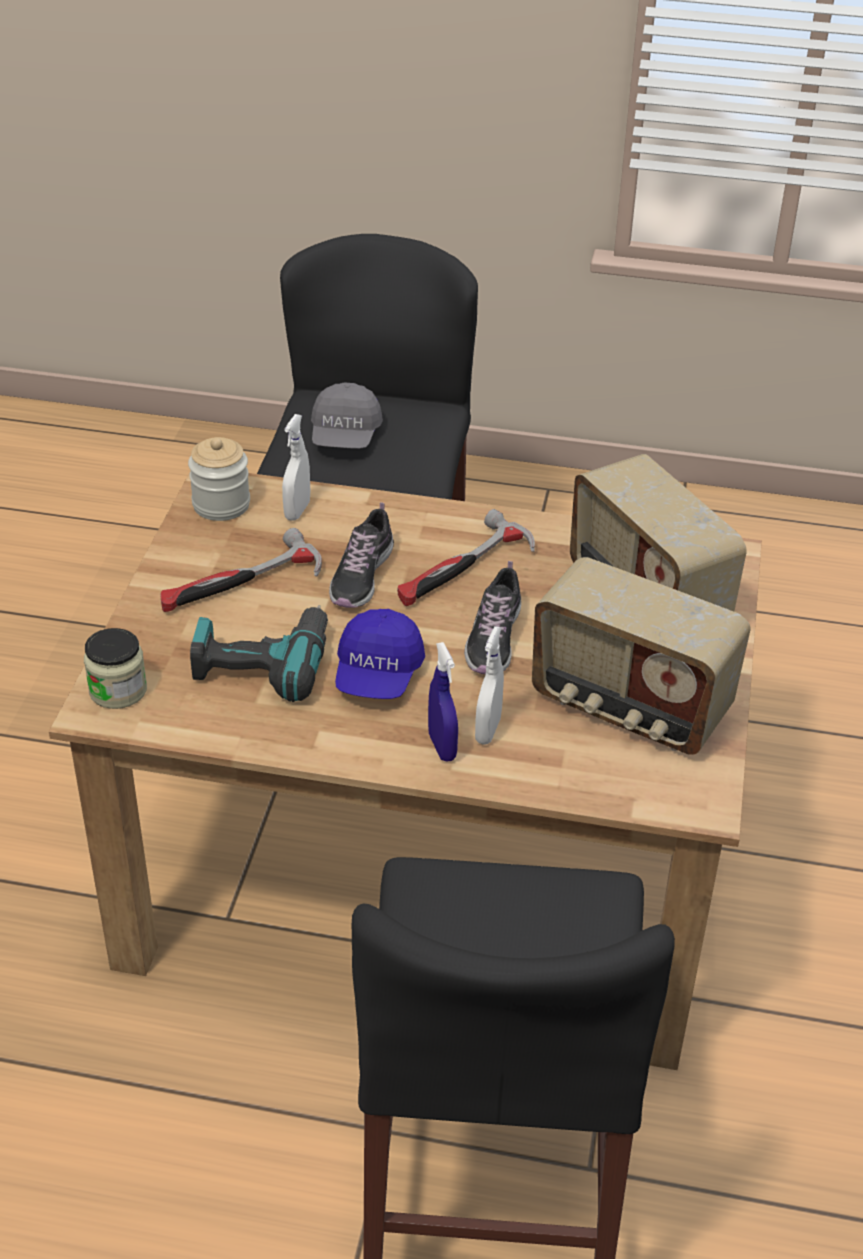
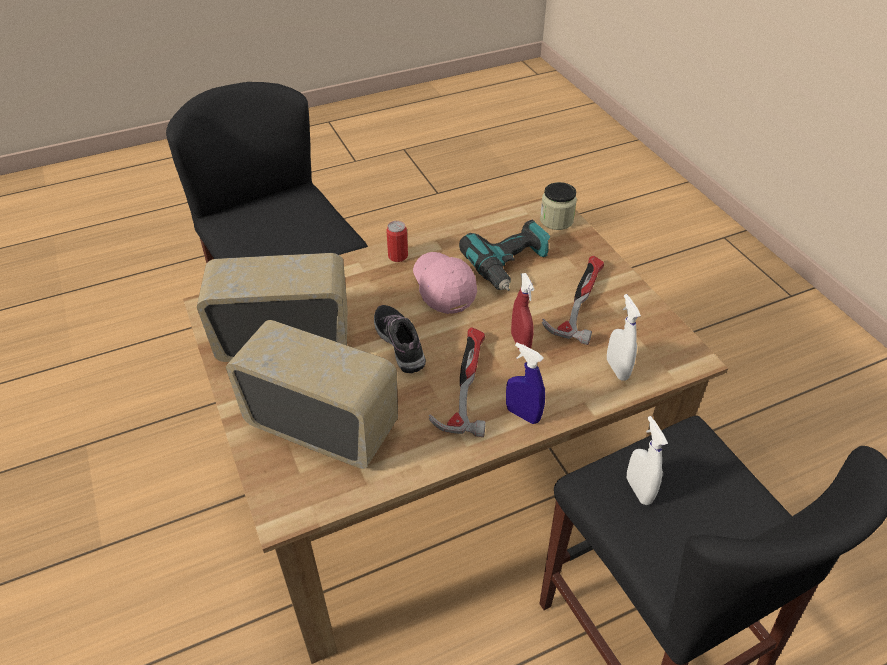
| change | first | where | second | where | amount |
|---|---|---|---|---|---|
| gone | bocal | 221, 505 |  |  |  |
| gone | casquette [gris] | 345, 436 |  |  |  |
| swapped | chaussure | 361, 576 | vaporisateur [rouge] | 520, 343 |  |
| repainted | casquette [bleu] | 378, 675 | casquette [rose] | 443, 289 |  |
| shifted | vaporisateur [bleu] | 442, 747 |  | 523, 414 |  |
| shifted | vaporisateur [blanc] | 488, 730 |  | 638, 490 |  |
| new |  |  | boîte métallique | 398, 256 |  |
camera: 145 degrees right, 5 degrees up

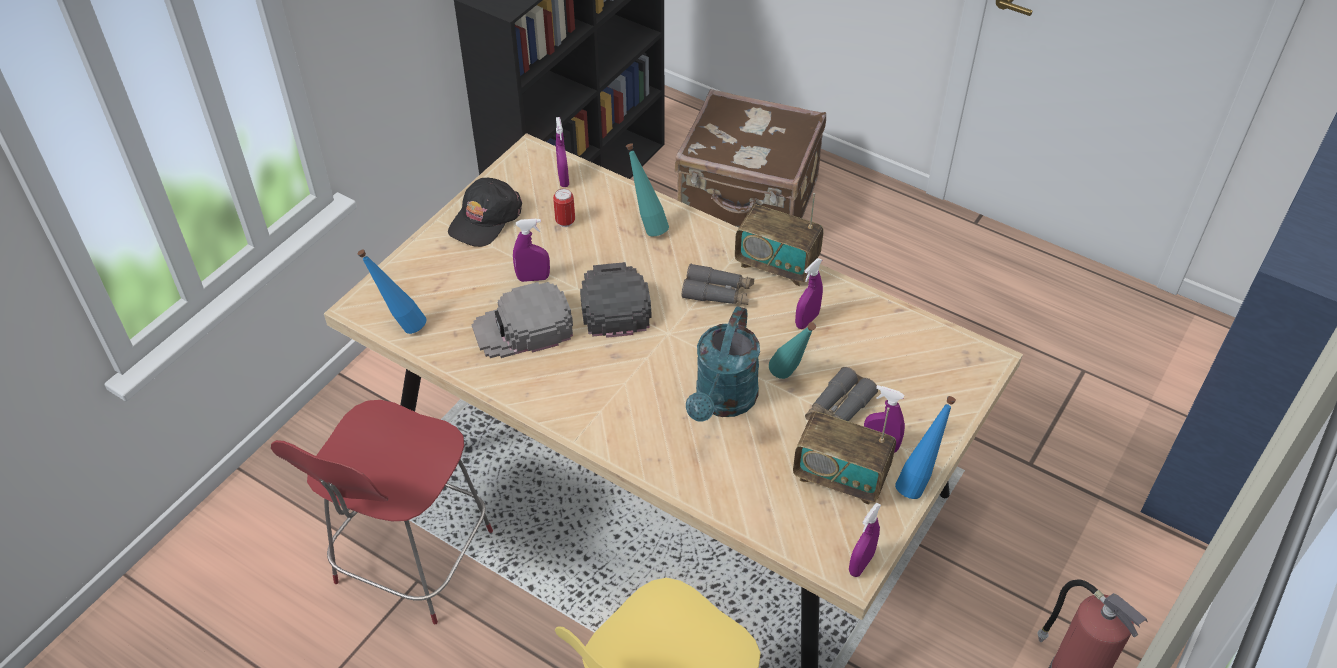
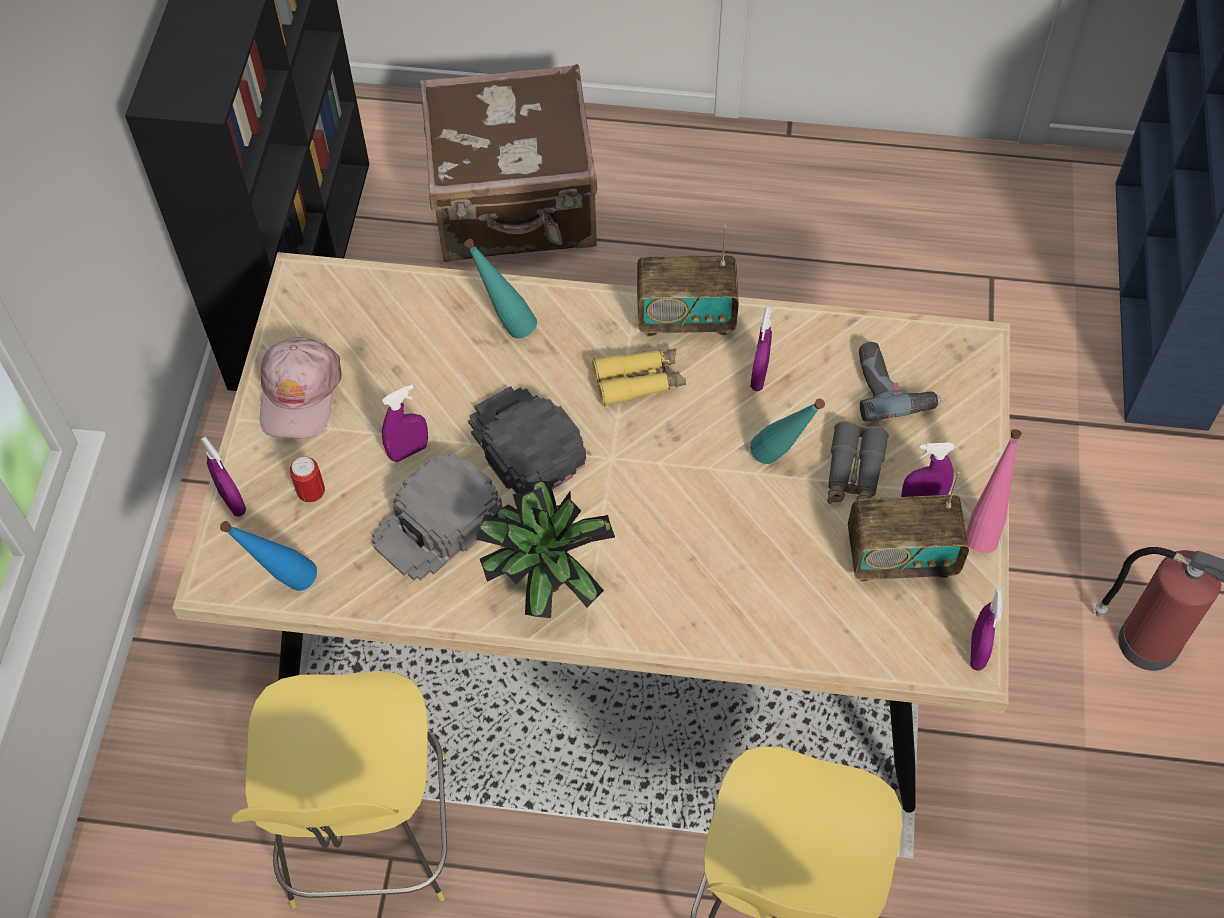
| change | first | where | second | where | amount |
|---|---|---|---|---|---|
| repainted | tabouret [rouge] | 411, 561 | tabouret [jaune] | 369, 838 |  |
| repainted | casquette [noir] | 485, 219 | casquette [rose] | 299, 394 |  |
| shifted | boîte métallique | 565, 221 |  | 311, 493 |  |
| shifted | vaporisateur [violet] | 563, 179 |  | 232, 502 |  |
| repainted | jumelles [gris] | 718, 293 | jumelles [jaune] | 639, 381 |  |
| gone | arrosoir [turquoise] | 723, 402 |  |  |  |
| repainted | bouteille [bleu] | 917, 482 | bouteille [rose] | 983, 528 |  |
| new |  |  | plante en pot | 545, 580 |  |
| new |  |  | perceuse | 892, 386 |  |
camera: 25 degrees left, 10 degrees up

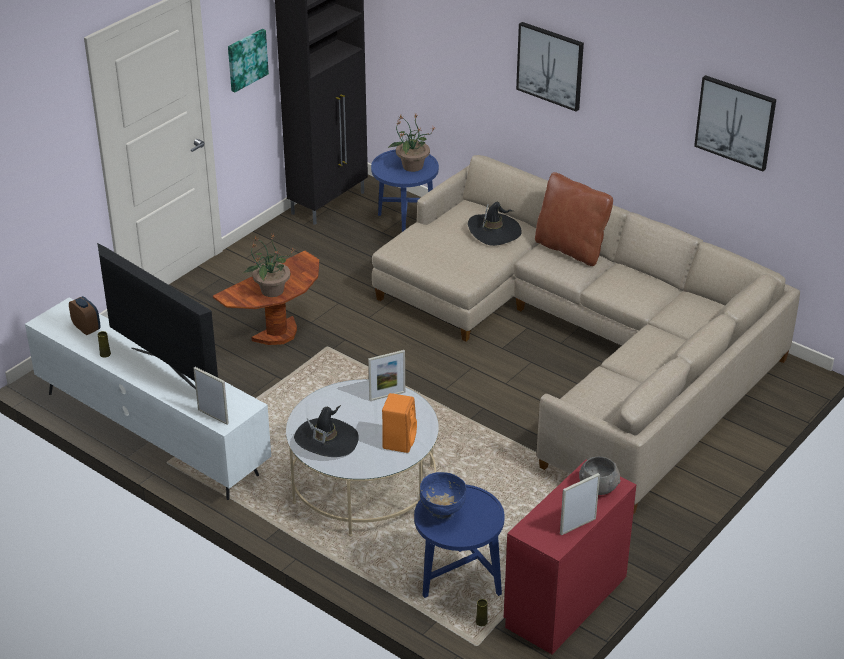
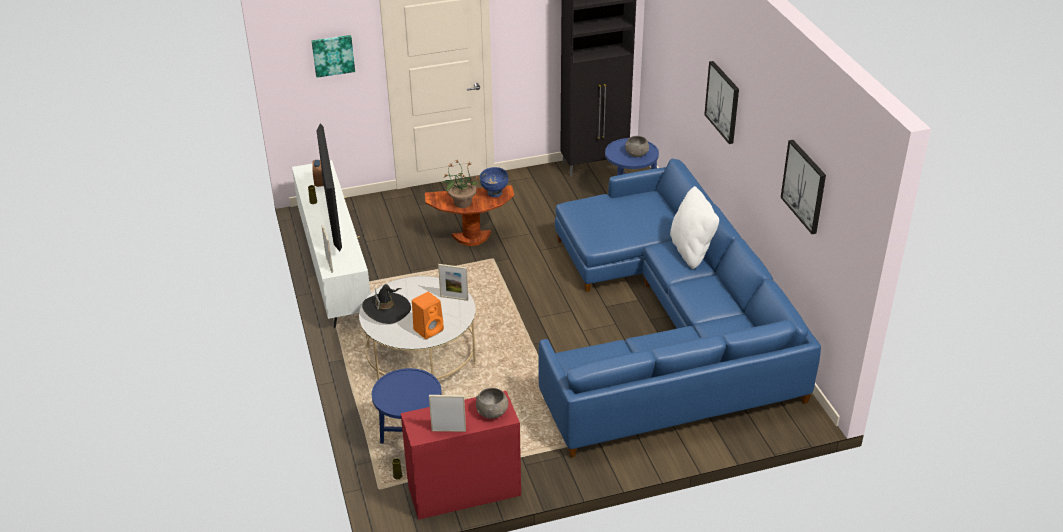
| change | first | where | second | where | amount |
|---|---|---|---|---|---|
| shifted | tableau | 246, 59 |  | 333, 55 |  |
| repainted | canapé [beige] | 585, 344 | canapé [bleu] | 667, 327 |  |
| swapped | plante en pot | 412, 166 | bol [gris] | 636, 154 |  |
| shifted | bol [bleu] | 442, 514 |  | 494, 193 |  |
| gone | chapeau [noir] | 494, 231 |  |  |  |
| repainted | coussin [marron] | 571, 249 | coussin [blanc] | 691, 251 |  |
camera: 35 degrees right, 0 degrees up

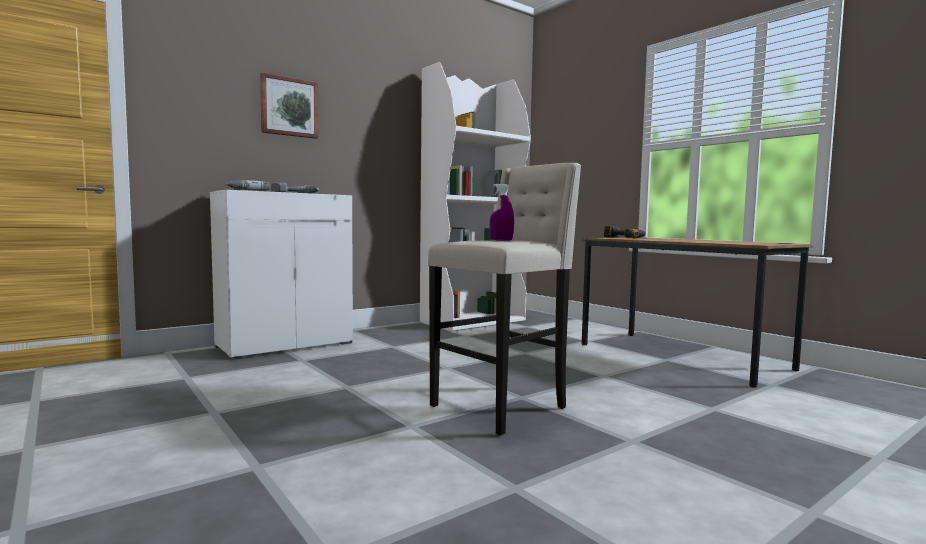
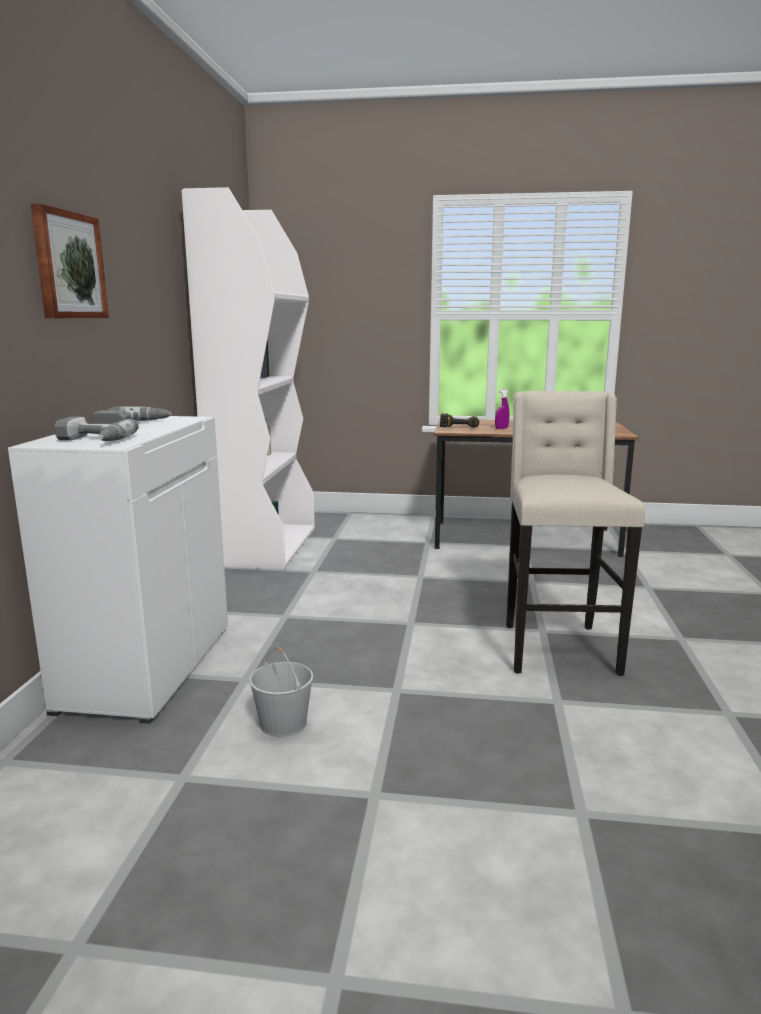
| change | first | where | second | where | amount |
|---|---|---|---|---|---|
| shifted | vaporisateur [violet] | 501, 240 |  | 501, 428 |  |
| new |  |  | seau [blanc] | 282, 723 |  |
camera: 45 degrees left, 10 degrees up

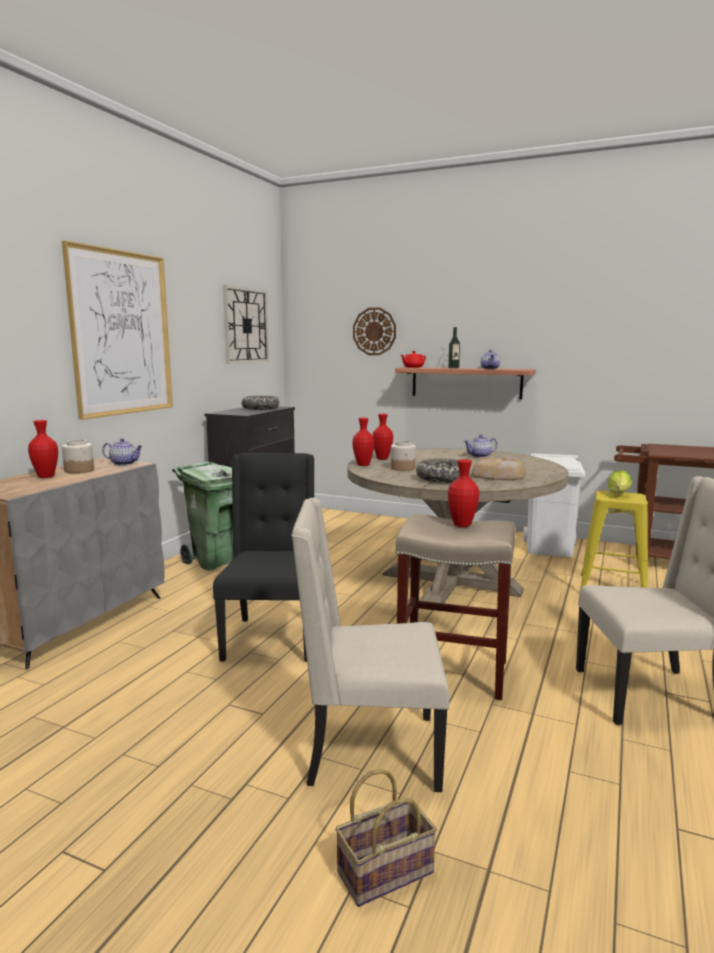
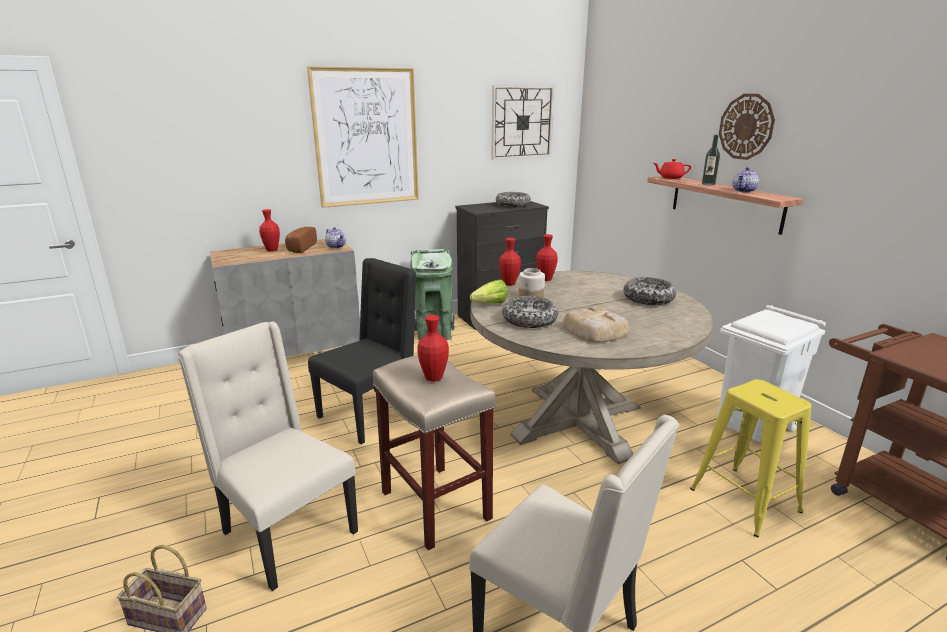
| change | first | where | second | where | amount |
|---|---|---|---|---|---|
| swapped | bocal | 79, 470 | pain | 300, 248 |  |
| shifted | horloge murale | 374, 331 |  | 746, 127 |  |
| swapped | théière | 480, 456 | bol | 648, 299 |  |
| shifted | laitue | 618, 495 |  | 487, 305 |  |
camera: 40 degrees right, 10 degrees up

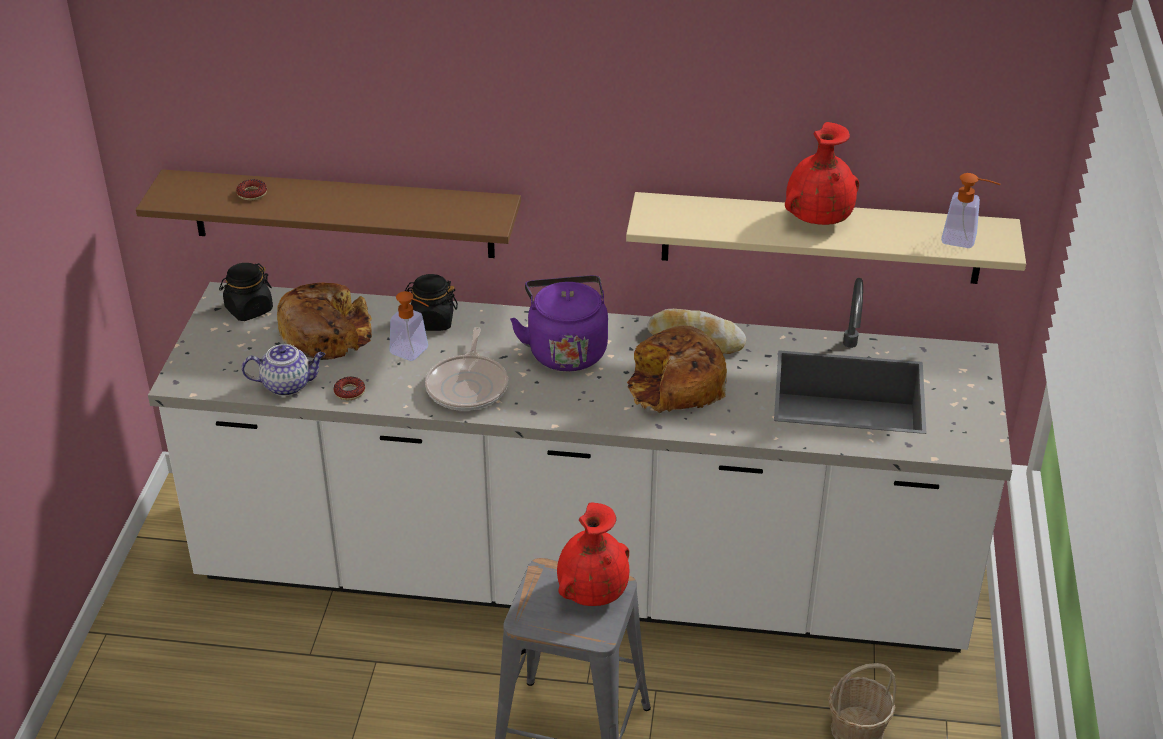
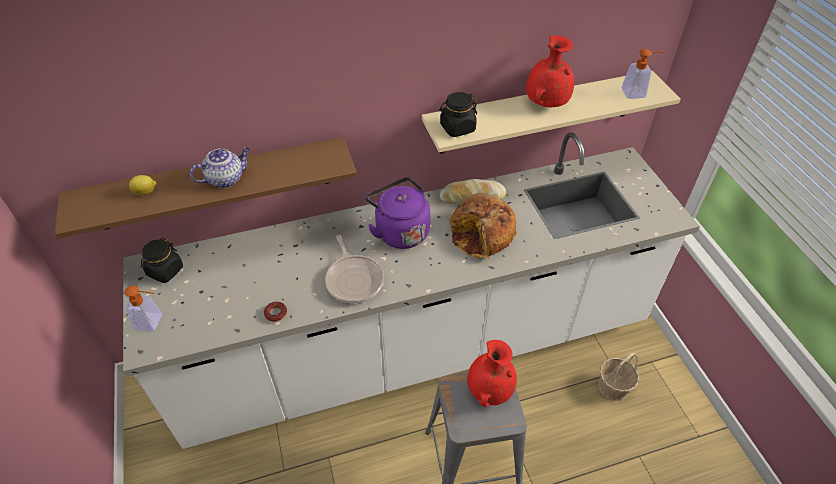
| change | first | where | second | where | amount |
|---|---|---|---|---|---|
| swapped | beignet | 252, 193 | citron | 146, 192 |  |
| shifted | théière | 288, 385 |  | 226, 179 |  |
| gone | pain | 326, 333 |  |  |  |
| shifted | distributeur de savon | 414, 353 |  | 153, 322 |  |
| shifted | bocal [noir] | 432, 321 |  | 457, 128 |  |
camera: 25 degrees left, 10 degrees up

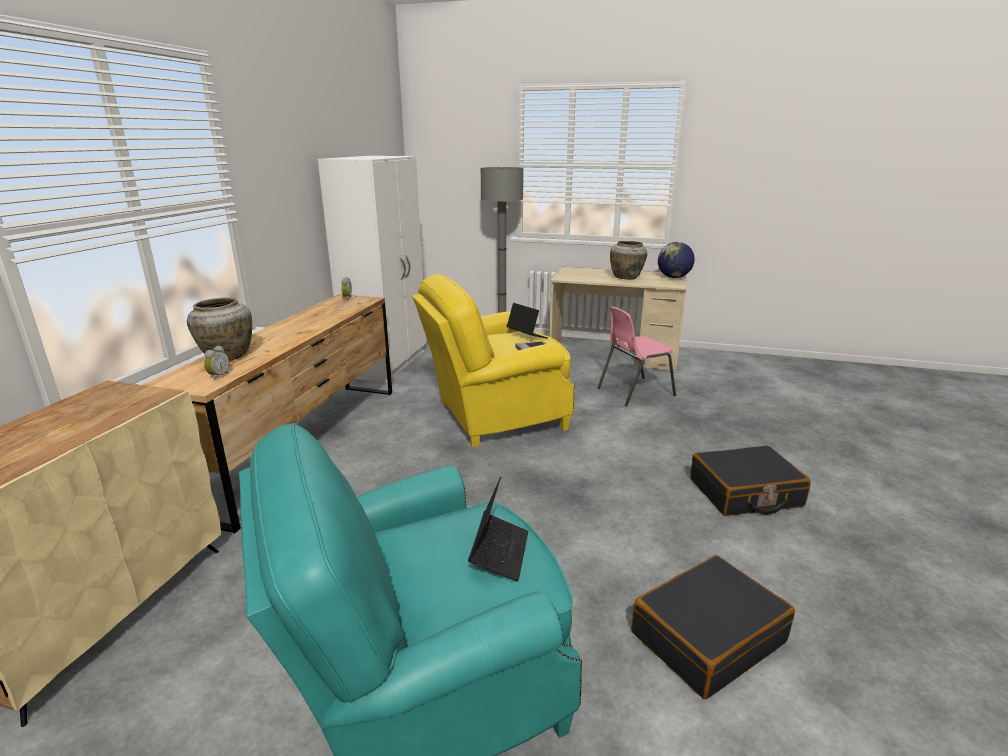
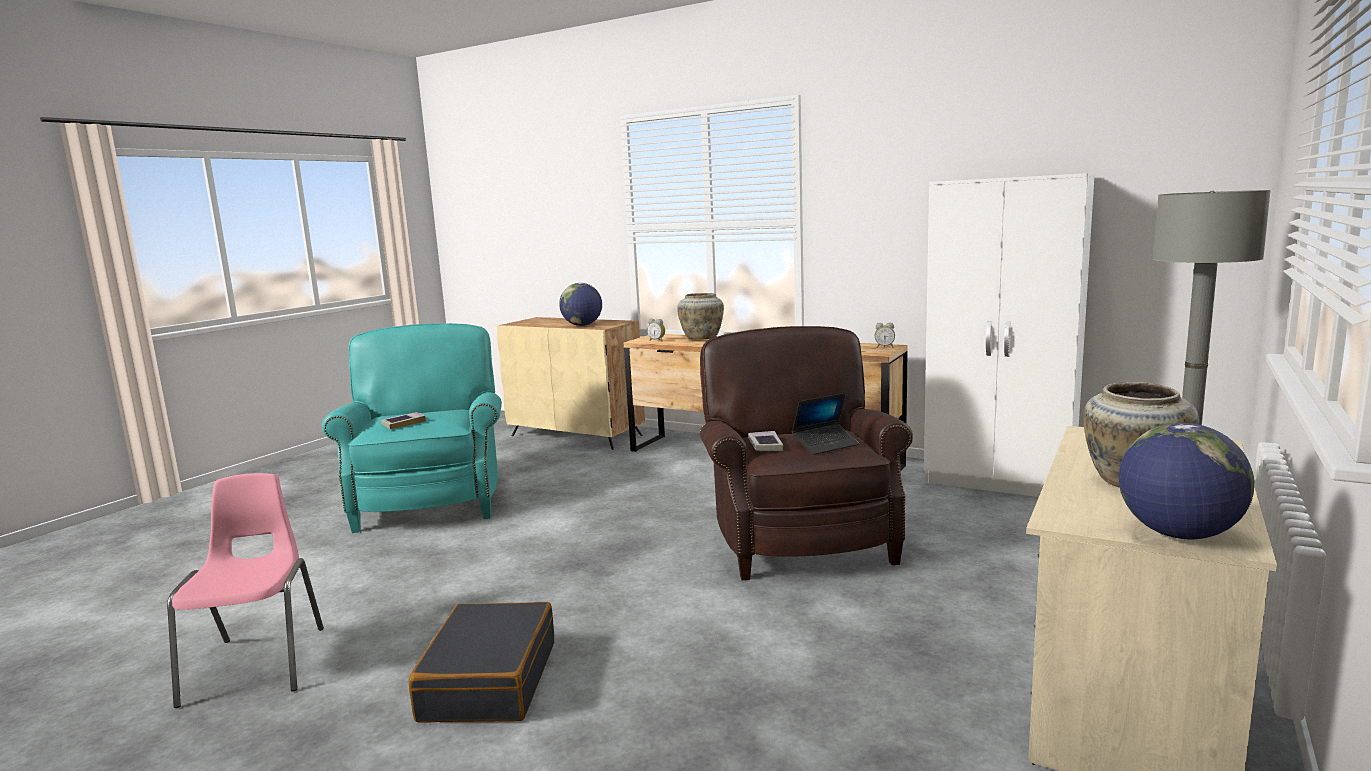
| change | first | where | second | where | amount |
|---|---|---|---|---|---|
| repainted | fauteuil [jaune] | 495, 417 | fauteuil [marron] | 799, 538 |  |
| swapped | ordinateur portable | 499, 552 | livre | 403, 423 |  |
| shifted | chaise [rose] | 634, 392 |  | 258, 663 |  |
| gone | valise [noir] | 707, 637 |  |  |  |
| new |  |  | globe | 582, 325 |  |
camera: 105 degrees right, 10 degrees down

